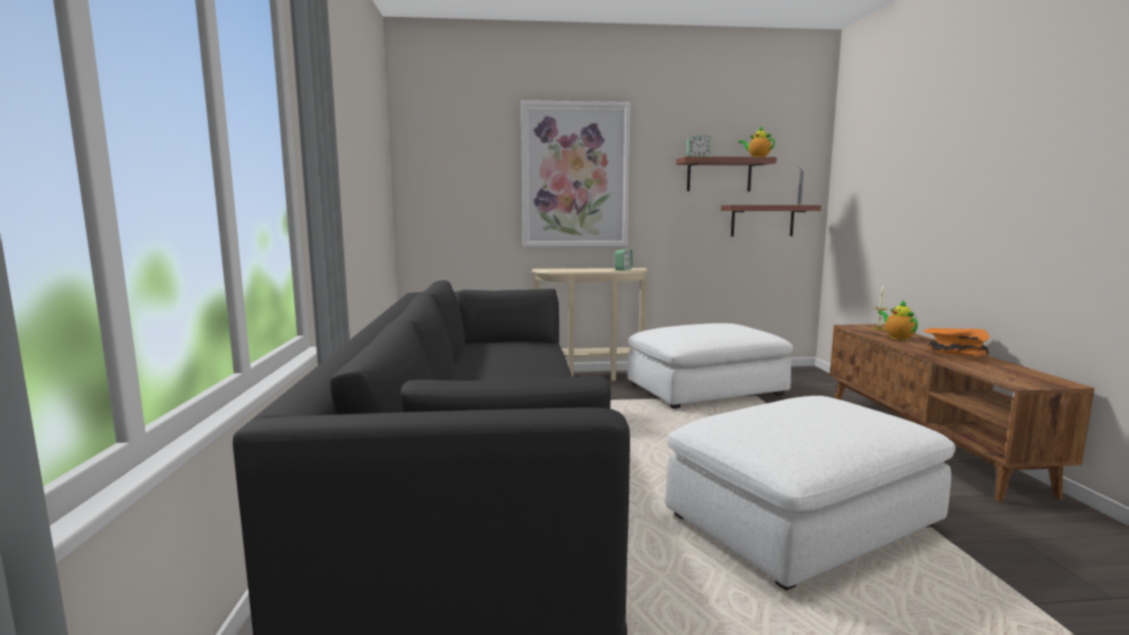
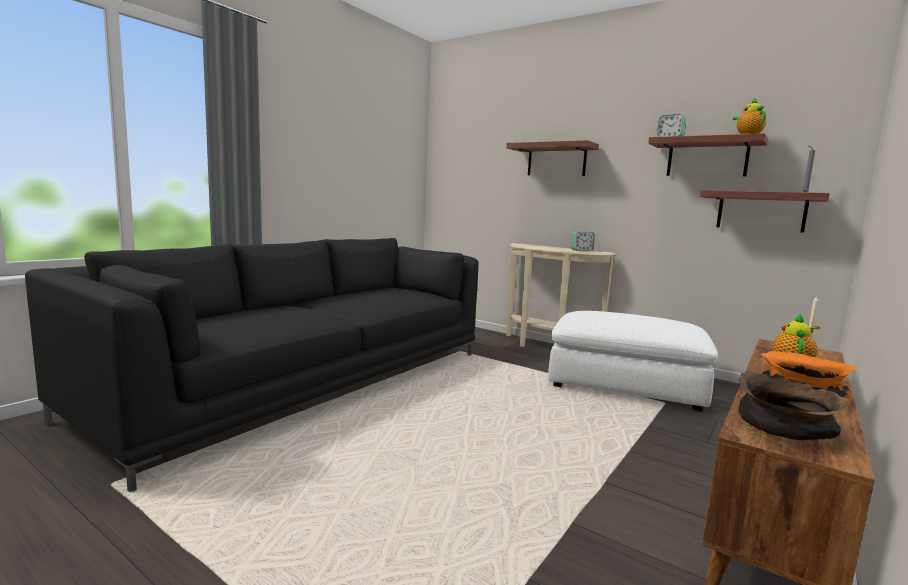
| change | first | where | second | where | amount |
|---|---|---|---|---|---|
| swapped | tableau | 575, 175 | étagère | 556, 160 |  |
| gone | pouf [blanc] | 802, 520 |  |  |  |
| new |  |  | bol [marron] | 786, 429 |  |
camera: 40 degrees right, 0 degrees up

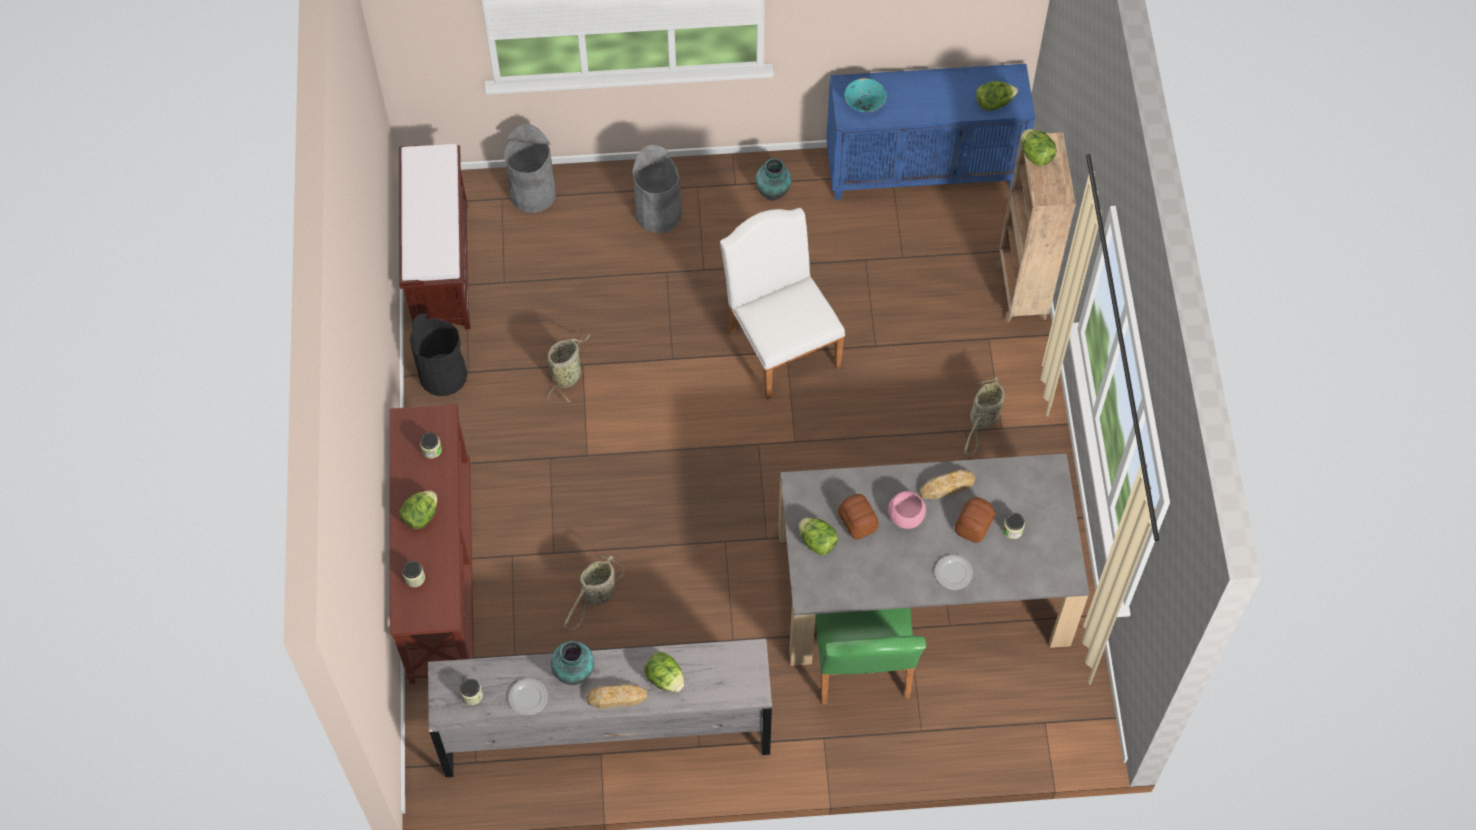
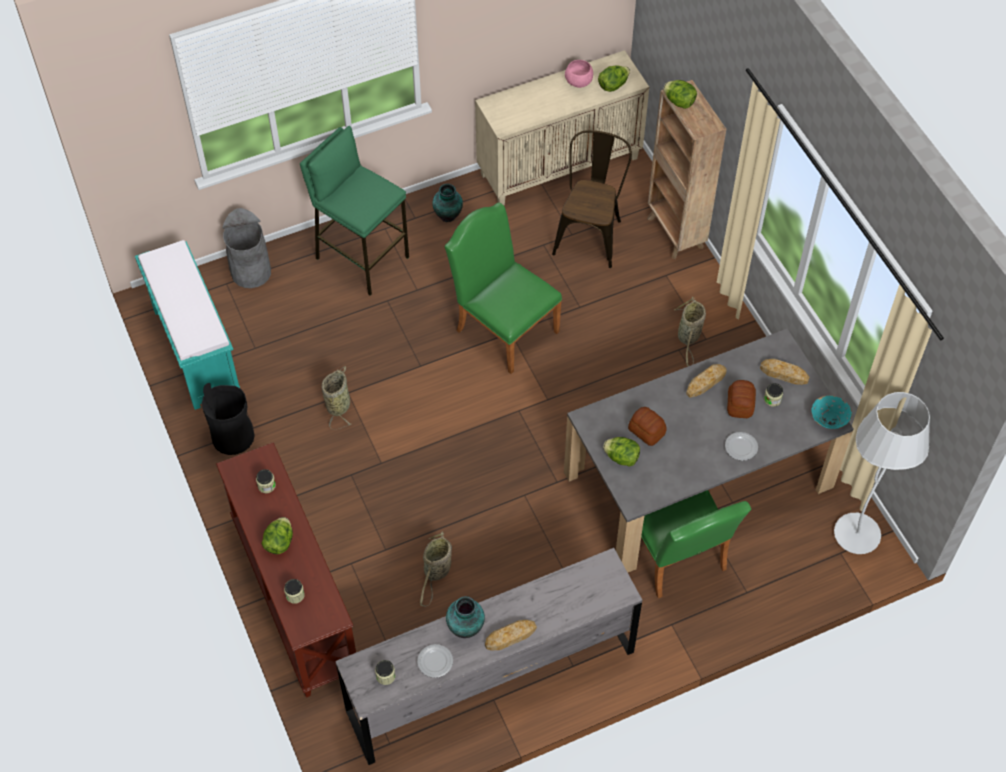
| change | first | where | second | where | amount |
|---|---|---|---|---|---|
| repainted | banc [marron] | 440, 265 | banc [turquoise] | 195, 350 |  |
| swapped | poubelle [gris] | 658, 213 | tabouret [vert] | 362, 257 |  |
| gone | laitue | 665, 678 |  |  |  |
| repainted | chaise [blanc] | 780, 342 | chaise [vert] | 503, 327 |  |
| repainted | meuble de rangement [bleu] | 923, 170 | meuble de rangement [beige] | 559, 165 |  |
| shifted | bol [turquoise] | 865, 104 |  | 829, 420 |  |
| shifted | bol [rose] | 906, 515 |  | 578, 81 |  |
| new |  |  | chaise [marron] | 590, 233 |  |
| new |  |  | pain | 784, 374 |  |
| new |  |  | lampadaire [blanc] | 856, 534 |  |
camera: 20 degrees left, 5 degrees down

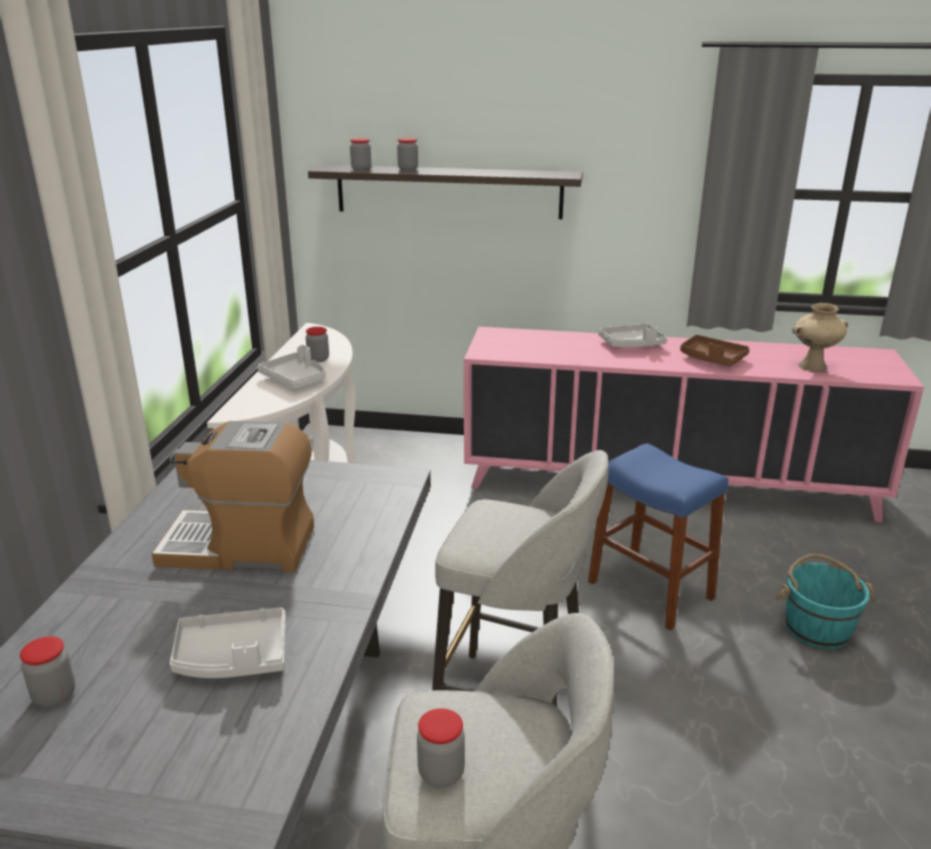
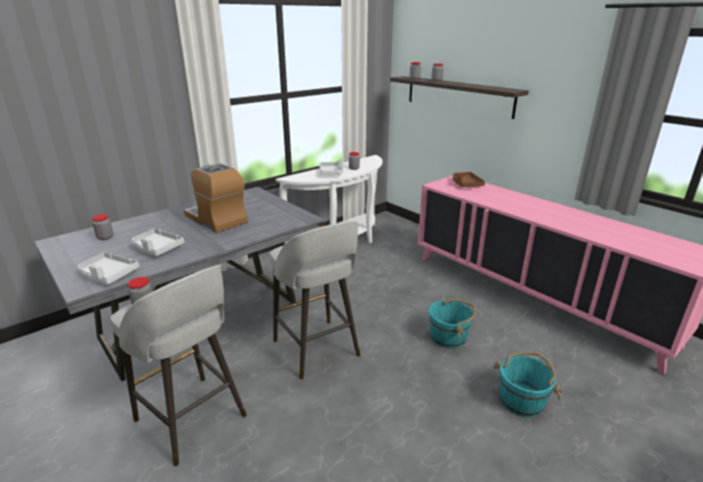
| change | first | where | second | where | amount |
|---|---|---|---|---|---|
| swapped | tabouret [bleu] | 650, 590 | seau [turquoise] | 448, 337 |  |
| shifted | plateau [gris] | 631, 344 |  | 108, 274 |  |
| shifted | plateau [marron] | 712, 359 |  | 466, 184 |  |
| gone | vase [beige] | 812, 367 |  |  |  |
camera: 40 degrees right, 0 degrees up

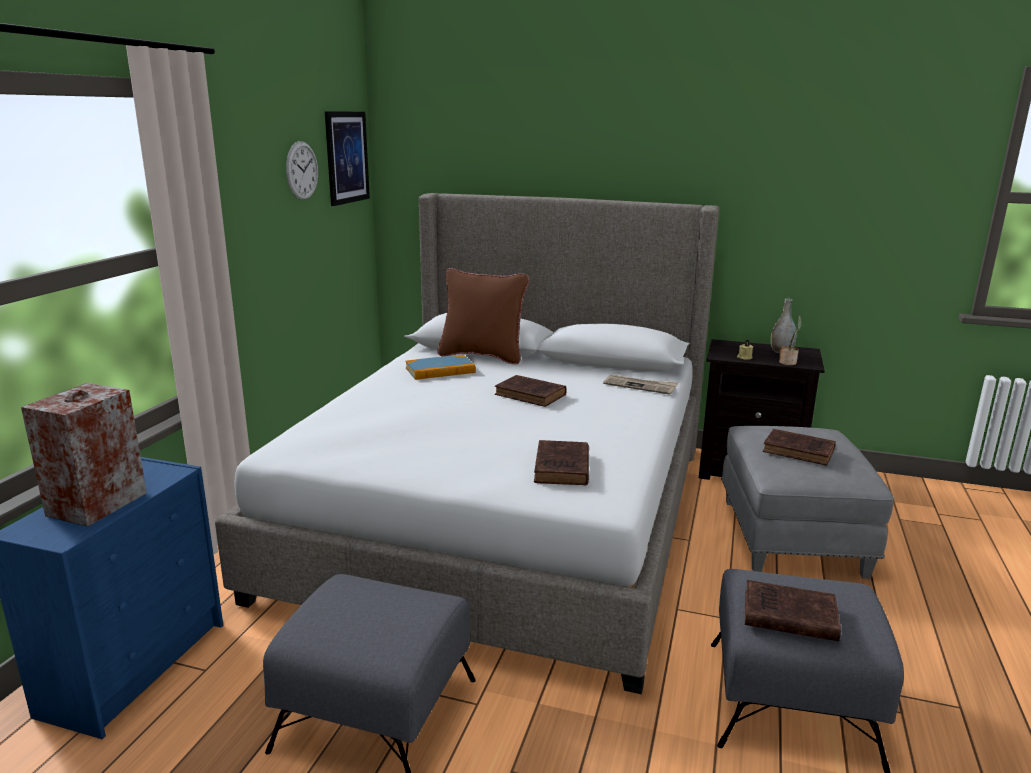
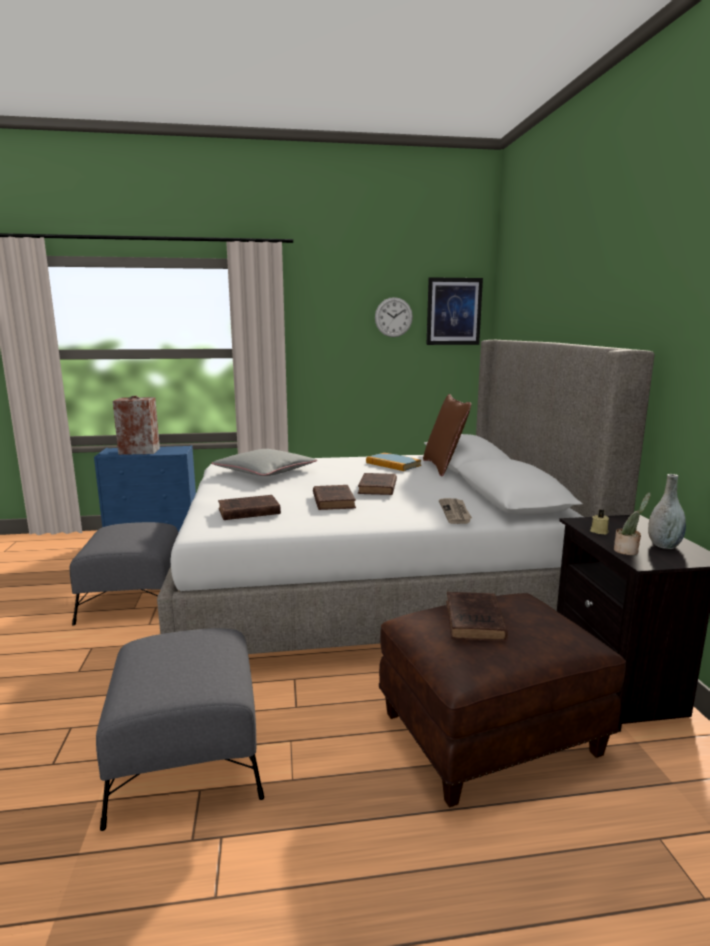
| change | first | where | second | where | amount |
|---|---|---|---|---|---|
| repainted | pouf [gris] | 789, 536 | pouf [marron] | 490, 732 |  |
| shifted | livre [marron] | 786, 615 |  | 333, 500 |  |
| new |  |  | coussin [gris] | 265, 471 |  |
camera: 65 degrees right, 5 degrees down

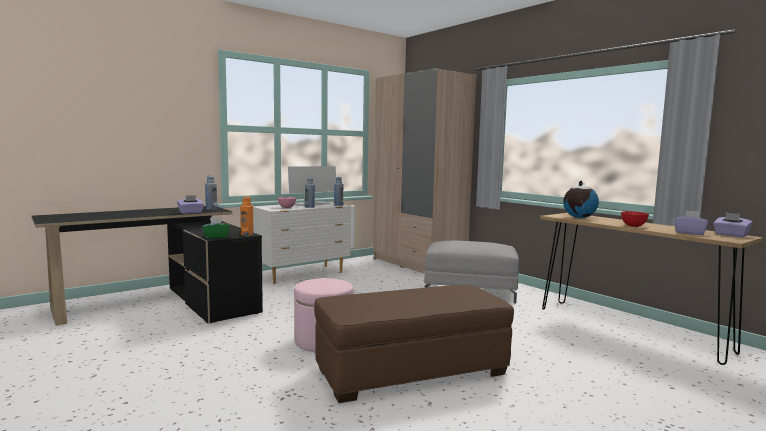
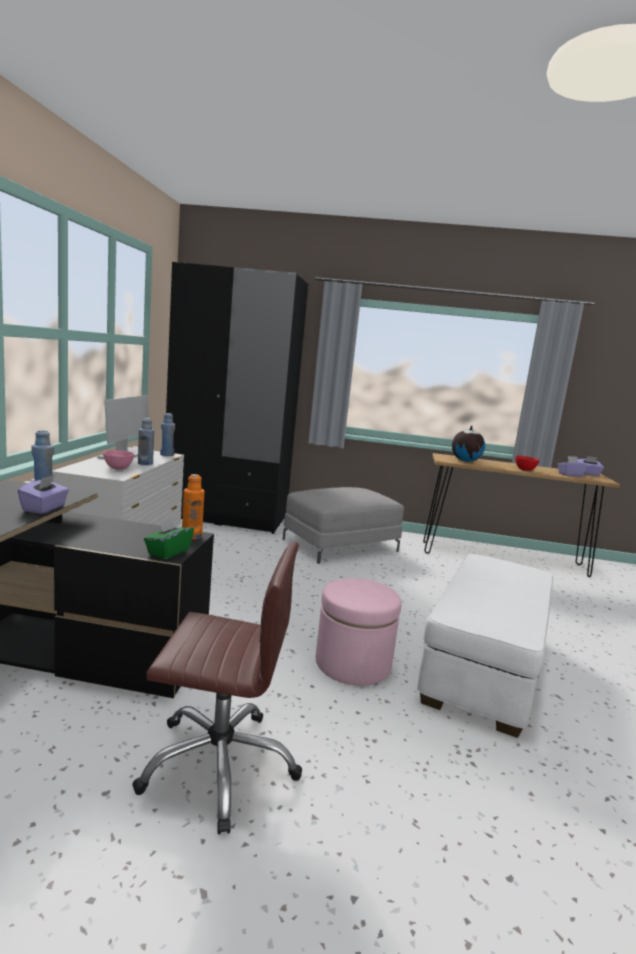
| change | first | where | second | where | amount |
|---|---|---|---|---|---|
| repainted | pouf [marron] | 411, 371 | pouf [blanc] | 485, 666 |  |
| repainted | armoire [beige] | 418, 264 | armoire [noir] | 227, 517 |  |
| new |  |  | chaise de bureau [marron] | 219, 764 |  |
camera: 45 degrees left, 5 degrees up

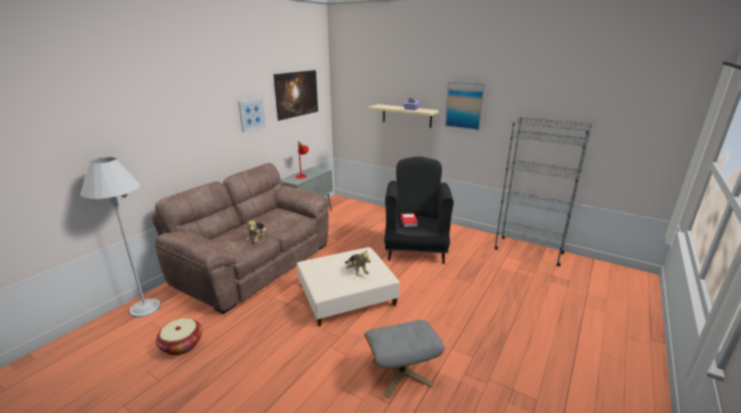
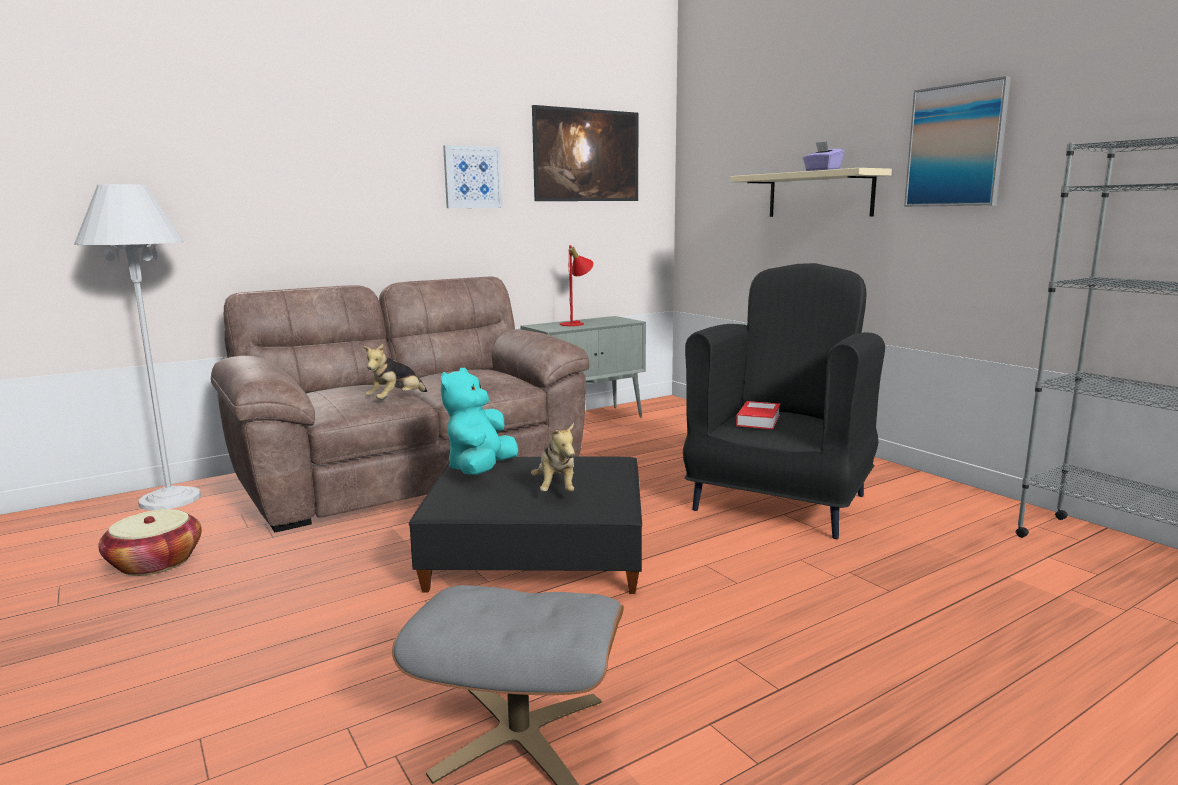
| change | first | where | second | where | amount |
|---|---|---|---|---|---|
| repainted | pouf [beige] | 346, 295 | pouf [noir] | 537, 552 |  |
| new |  |  | peluche [turquoise] | 481, 470 |  |
camera: 25 degrees right, 10 degrees down

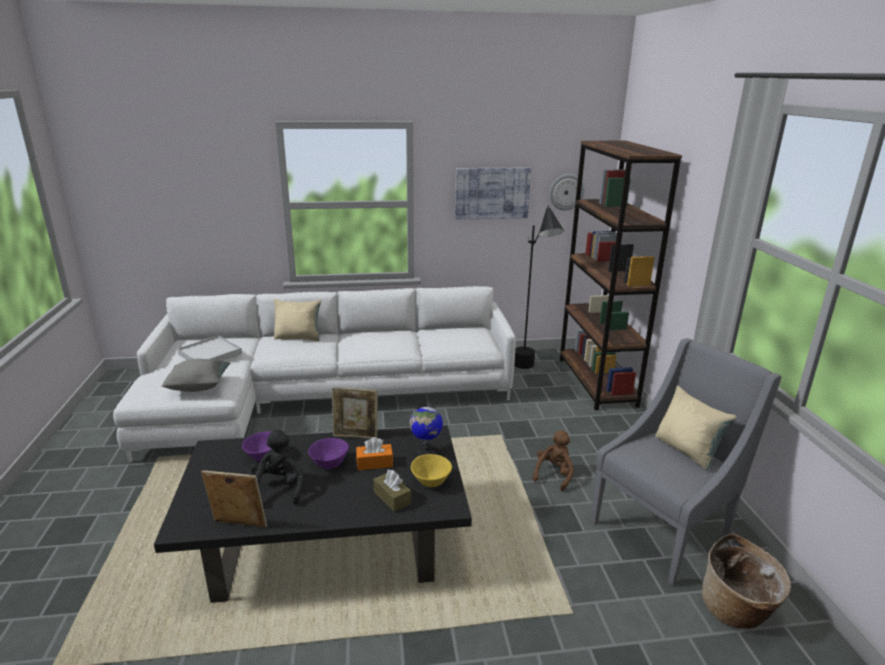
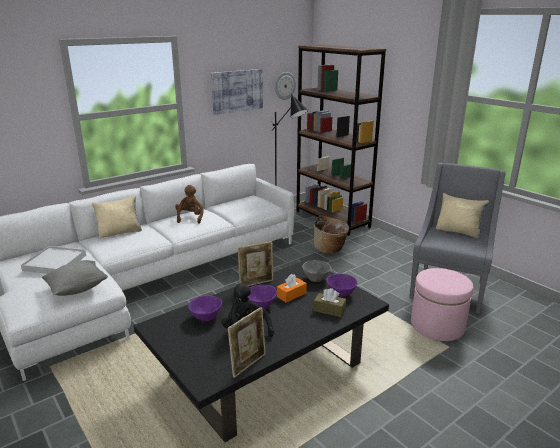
| change | first | where | second | where | amount |
|---|---|---|---|---|---|
| rotated | cadre photo | 238, 525 |  | 248, 364 | 150 degrees clockwise |
| swapped | globe | 426, 453 | bol [gris] | 317, 278 |  |
| repainted | bol [jaune] | 430, 482 | bol [violet] | 341, 294 |  |
| shifted | peluche [marron] | 554, 475 |  | 190, 218 |  |
| shifted | panier | 737, 611 |  | 330, 249 |  |
| new |  |  | pouf [rose] | 437, 325 |  |
camera: 30 degrees left, 0 degrees up

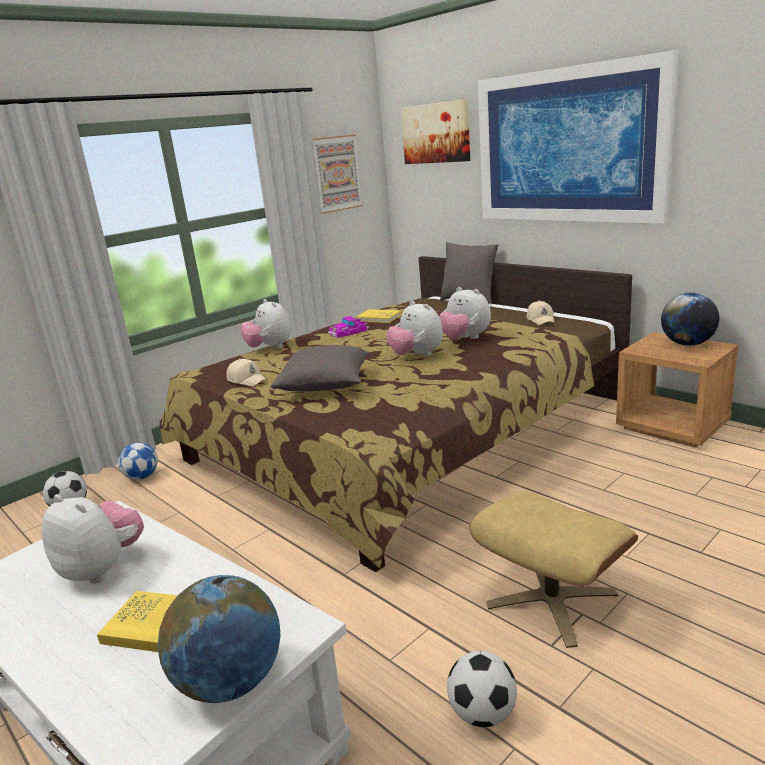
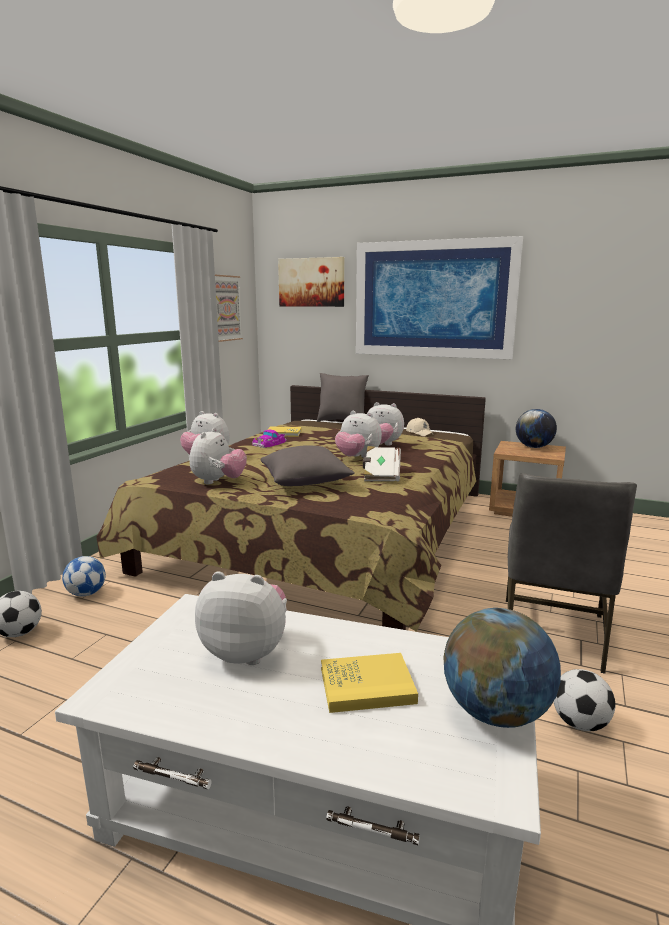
| change | first | where | second | where | amount |
|---|---|---|---|---|---|
| swapped | casquette [beige] | 247, 380 | peluche | 218, 482 |  |
| swapped | pouf [beige] | 551, 600 | chaise [gris] | 552, 634 |  |
| new |  |  | livre [blanc] | 381, 474 |  |
camera: 25 degrees left, 5 degrees down

